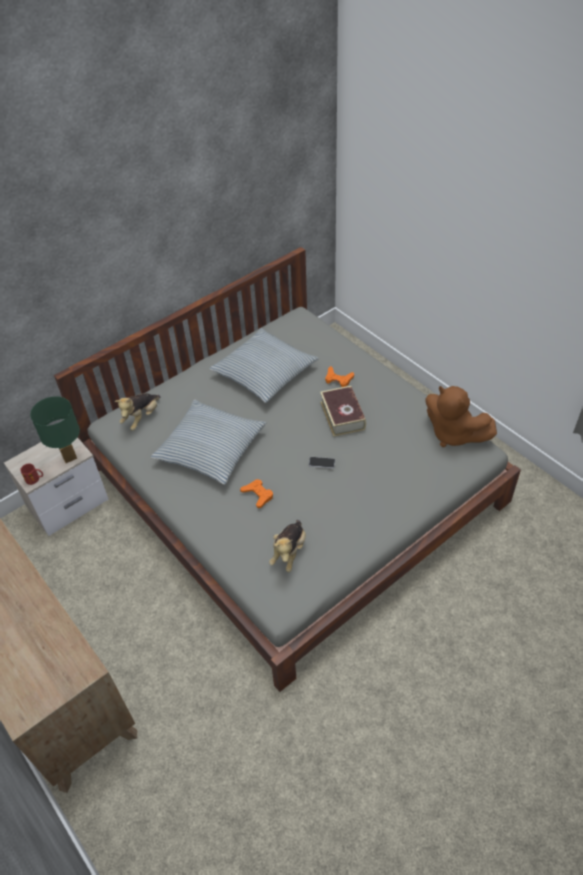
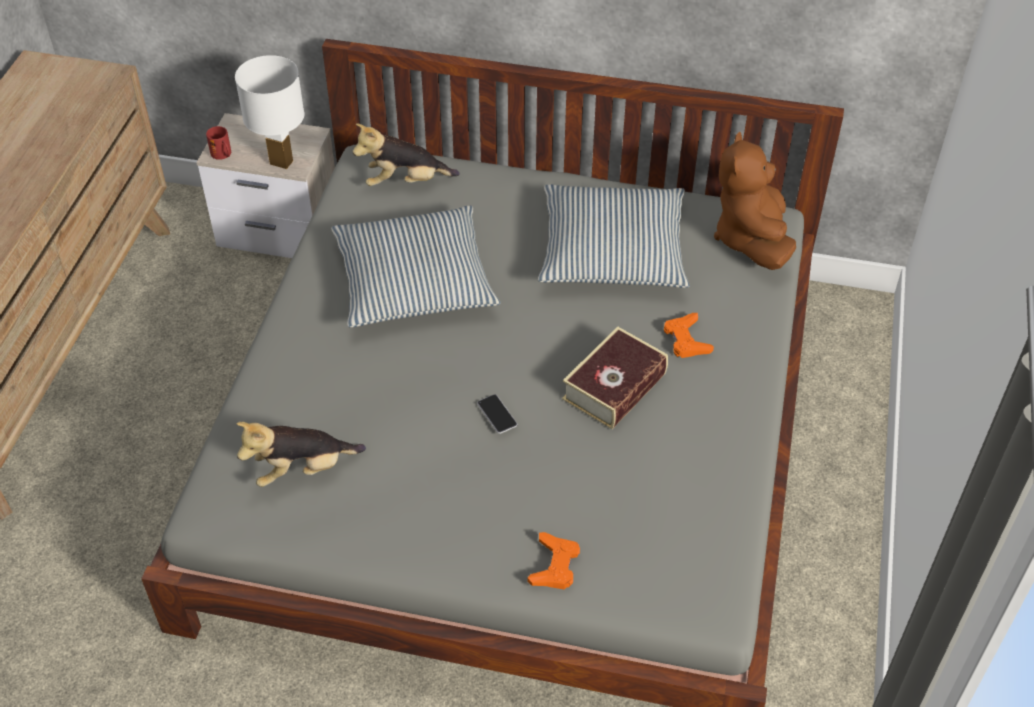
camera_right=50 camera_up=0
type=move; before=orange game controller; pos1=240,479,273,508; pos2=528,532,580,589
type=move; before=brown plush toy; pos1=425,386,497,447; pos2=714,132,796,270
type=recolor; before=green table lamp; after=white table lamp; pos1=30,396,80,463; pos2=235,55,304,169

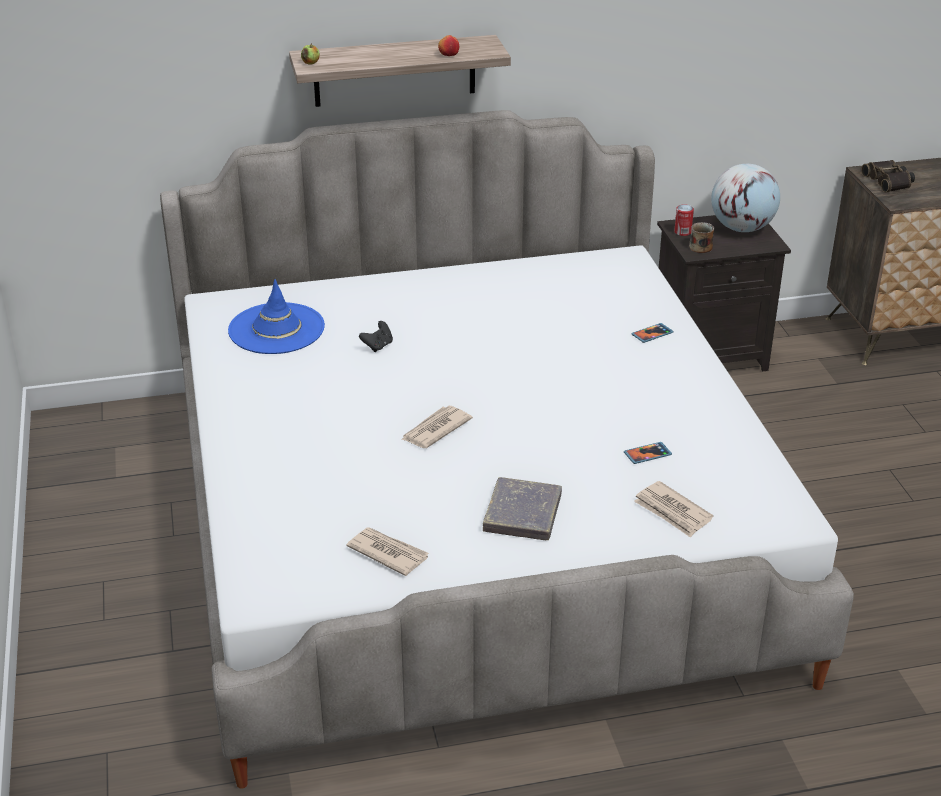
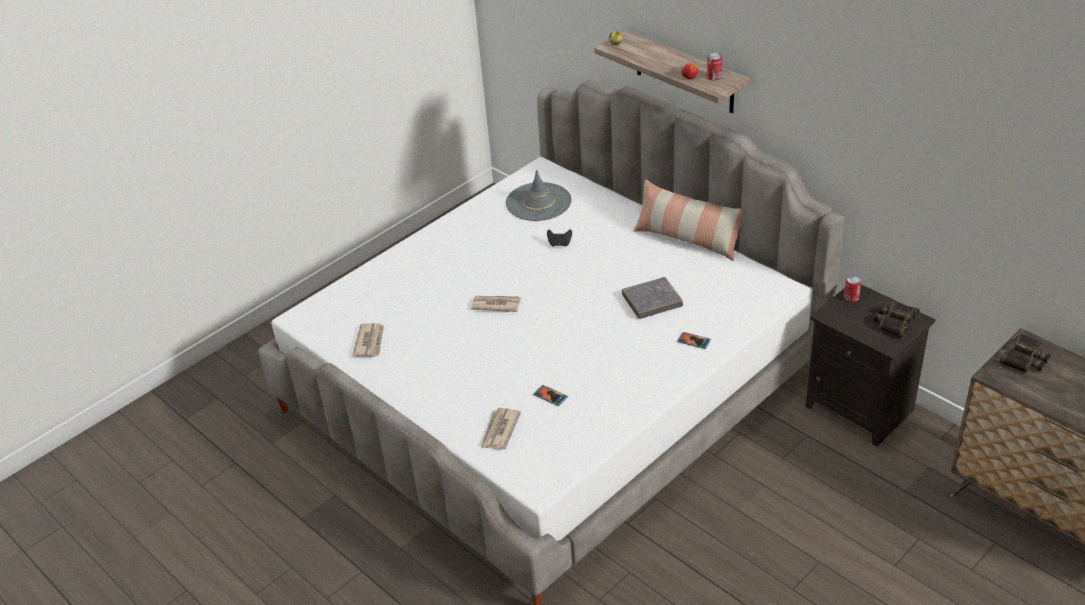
camera_right=60 camera_up=5
type=delete; before=mug; pos1=689,222,714,253
type=insert; after=pillow; pos2=633,179,743,261
type=insert; after=can; pos2=707,53,722,80
type=move; before=grey book; pos1=483,477,562,540; pos2=622,277,683,319
type=replace; before=globe; after=binoculars; pos1=711,164,780,232; pos2=874,302,920,338
type=recolor; before=blue hat; after=grey hat; pos1=228,279,325,354; pos2=506,170,571,221

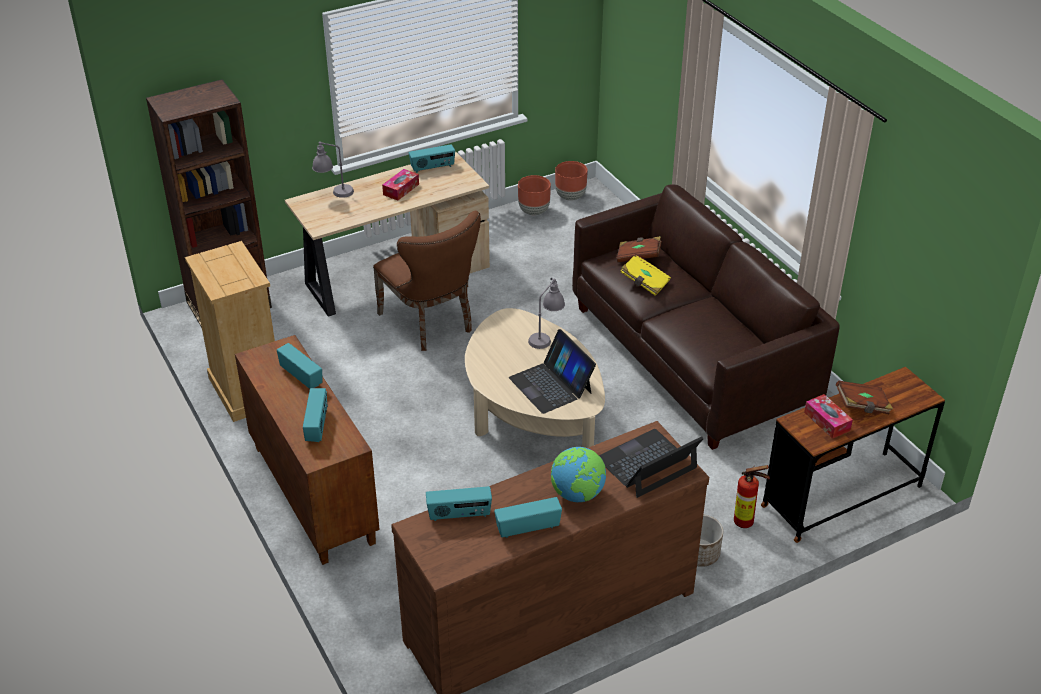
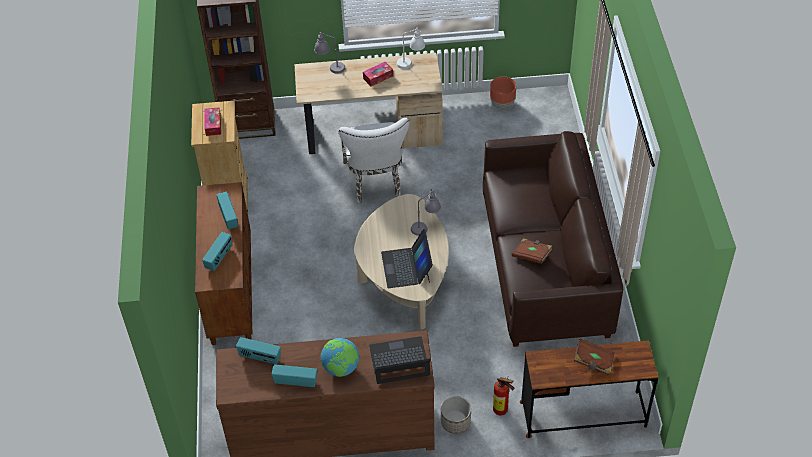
camera_right=25 camera_up=10
type=delete; before=brown planter; pos1=555,161,588,201
type=delete; before=yellow book; pos1=620,254,671,296
type=move; before=brown book; pos1=617,236,662,262; pos2=512,238,553,264
type=move; before=tissue box; pos1=804,394,853,439; pos2=204,107,221,136
type=replace; before=radio; after=white table lamp; pos1=409,144,455,173; pos2=396,27,425,69
type=recolor; before=brown chair; after=white chair; pos1=373,211,481,351; pos2=339,118,409,203

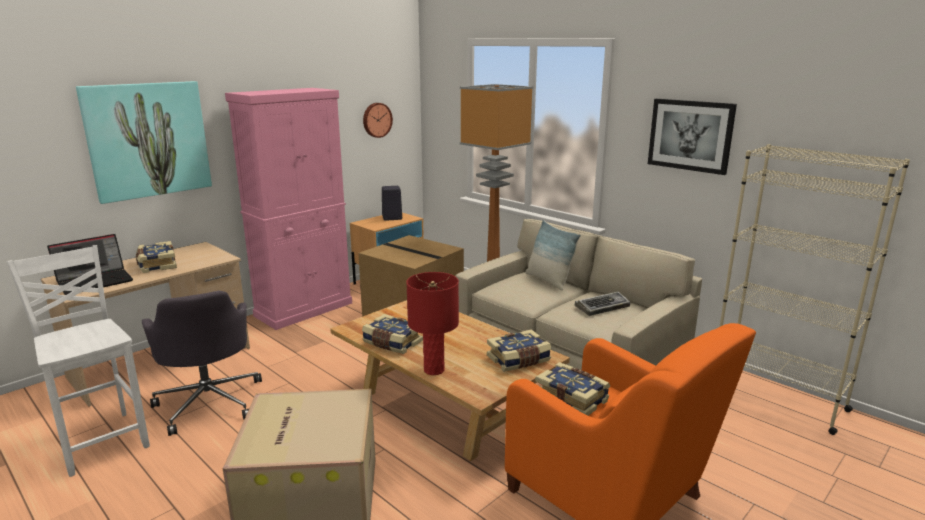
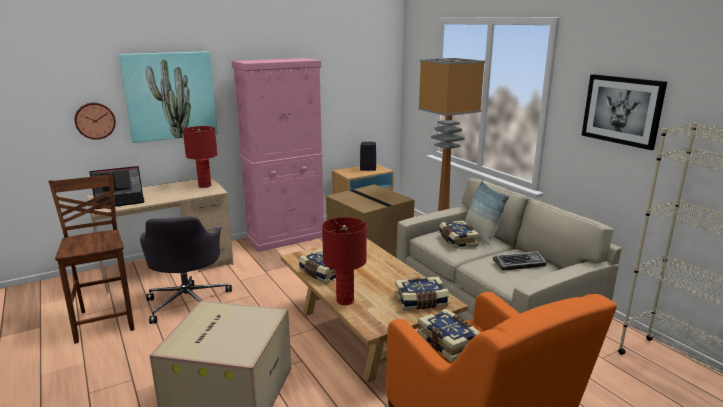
camera_right=15 camera_up=0
type=insert; after=red table lamp; pos2=183,126,217,188
type=move; before=book; pos1=136,241,177,273; pos2=439,220,480,249
type=move; before=wall clock; pos1=363,103,393,138; pos2=74,103,116,140
type=recolor; before=white chair; after=brown chair; pos1=6,245,150,477; pos2=49,174,134,344

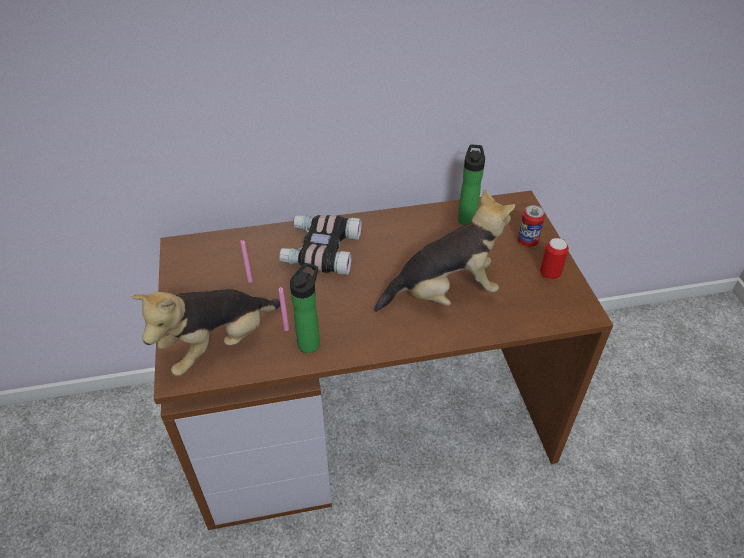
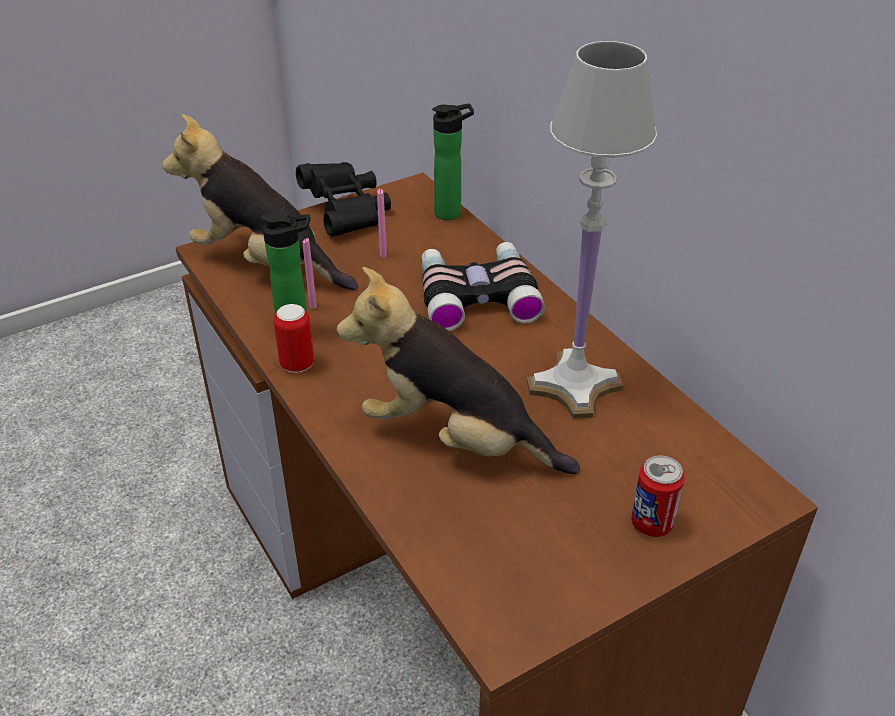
camera_right=70 camera_up=-5
type=insert; after=black binoculars; pos2=296,162,391,236
type=insert; after=white table lamp; pos2=527,41,657,419
type=move; before=bottle; pos1=458,145,485,225; pos2=433,103,474,220
type=move; before=can; pos1=540,238,569,280; pos2=274,304,314,373
type=rotate; before=plush toy; pos1=374,189,515,312; pos2=337,267,580,474; turn=150

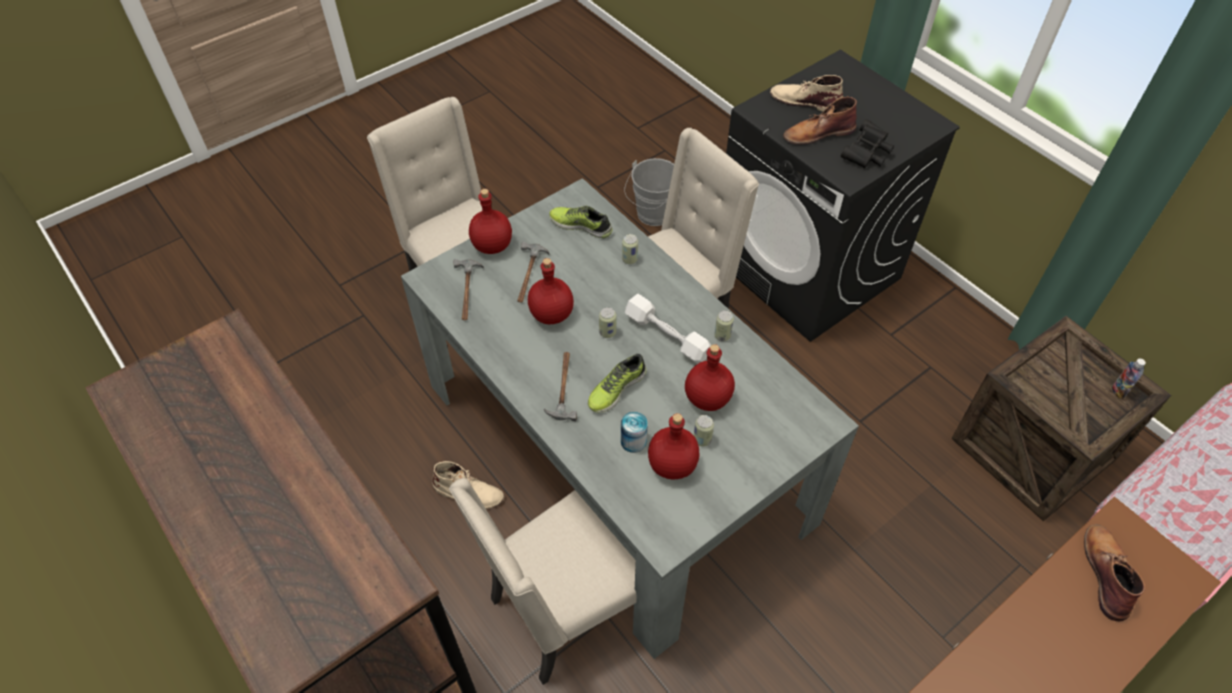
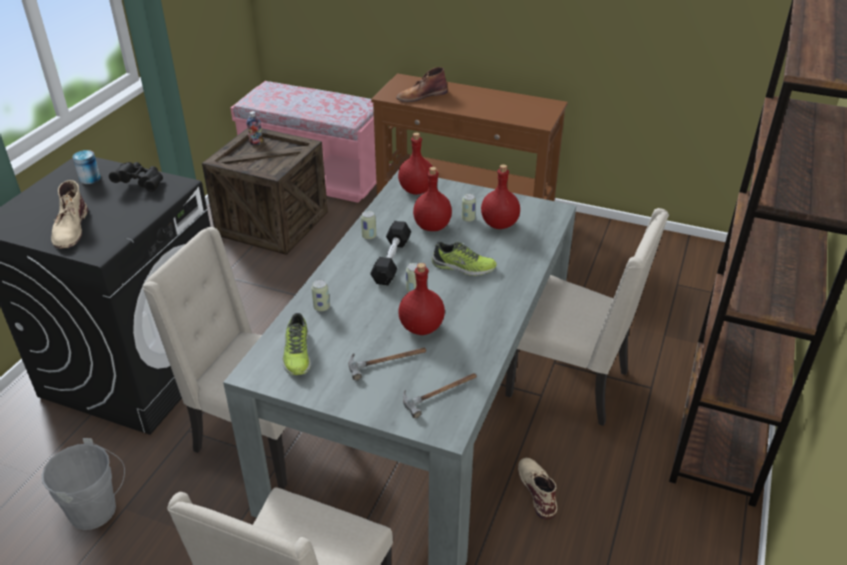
camera_right=-120 camera_up=-15
type=delete; before=hammer; pos1=544,352,577,421
type=delete; before=brown boot; pos1=783,97,857,145
type=move; before=red bottle; pos1=469,189,512,254; pos2=398,133,433,195
type=move; before=can; pos1=621,412,648,453; pos2=73,150,101,184
type=recolor; before=white dumbbell; after=black dumbbell; pos1=625,294,711,364; pos2=370,221,411,285

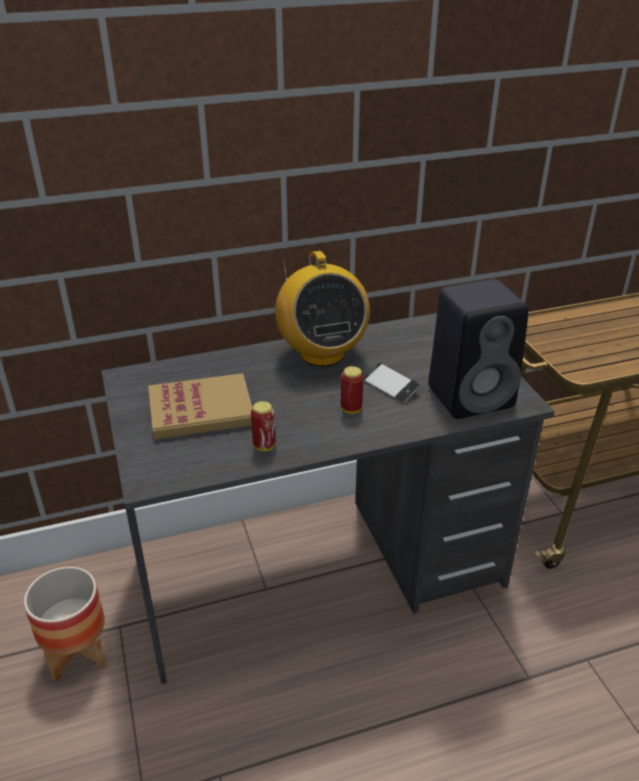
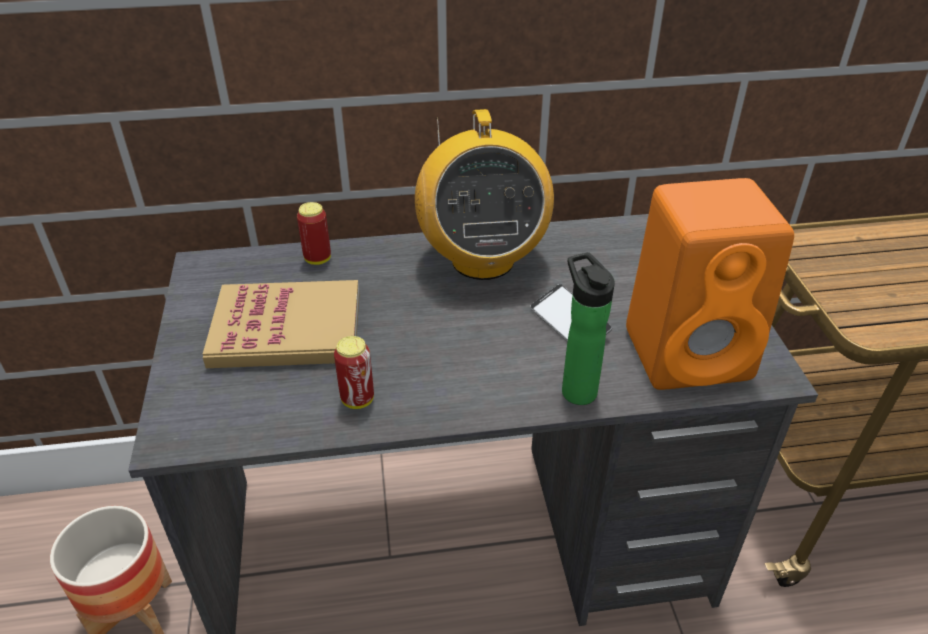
camera_right=10 camera_up=5
type=insert; after=bottle; pos2=562,252,615,405
type=move; before=can; pos1=341,366,363,414; pos2=297,202,331,265
type=recolor; before=black speaker; after=orange speaker; pos1=428,279,529,419; pos2=626,178,794,390

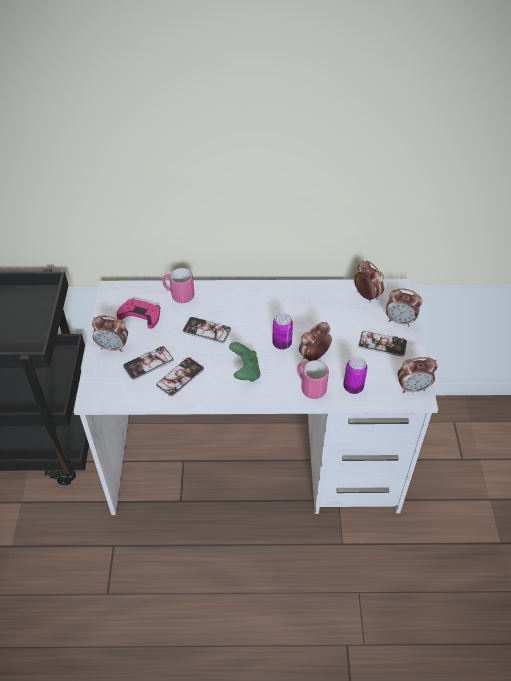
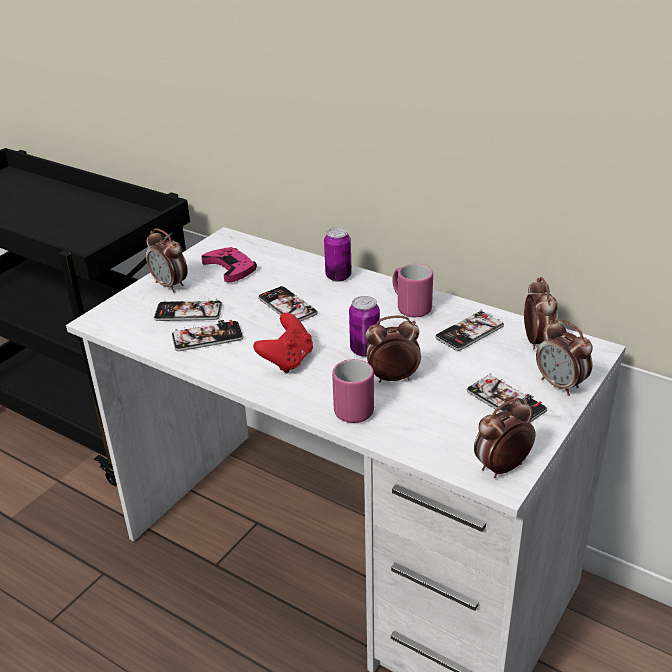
camera_right=35 camera_up=-15
type=insert; after=phone; pos2=435,310,504,351
type=move; before=pink mug; pos1=163,268,194,303; pos2=392,264,433,317
type=move; before=can; pos1=343,356,367,394; pos2=324,228,352,282
type=recolor; before=green game controller; after=red game controller; pos1=229,342,261,382; pos2=253,313,313,373
type=rotate; before=alarm clock; pos1=398,357,438,393; pos2=474,398,535,478; turn=120

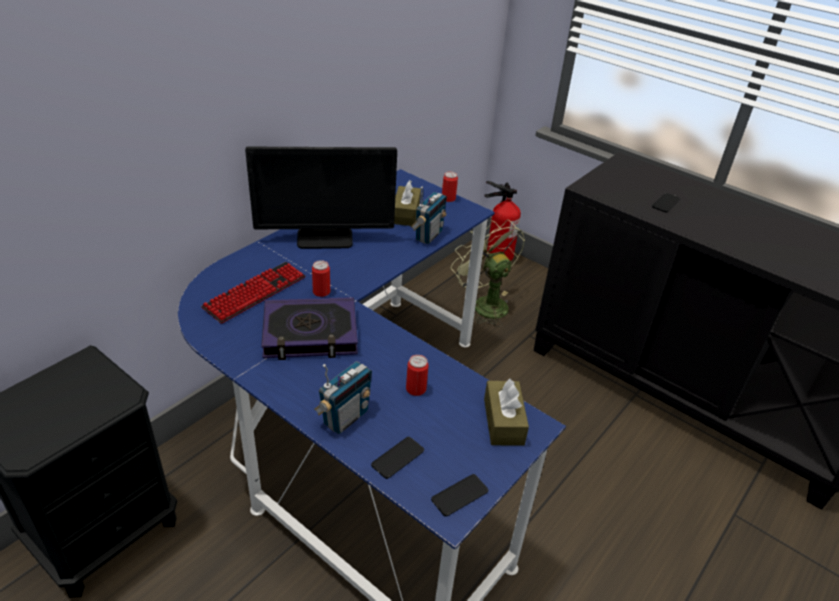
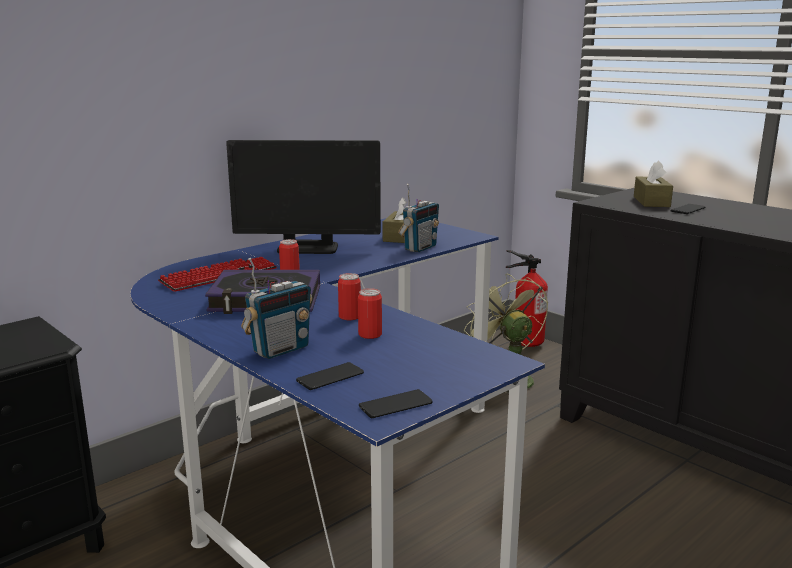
camera_right=10 camera_up=-20
type=move; before=can; pos1=442,172,458,202; pos2=338,273,361,320
type=move; before=brown tissue box; pos1=484,379,529,446; pos2=634,161,673,207

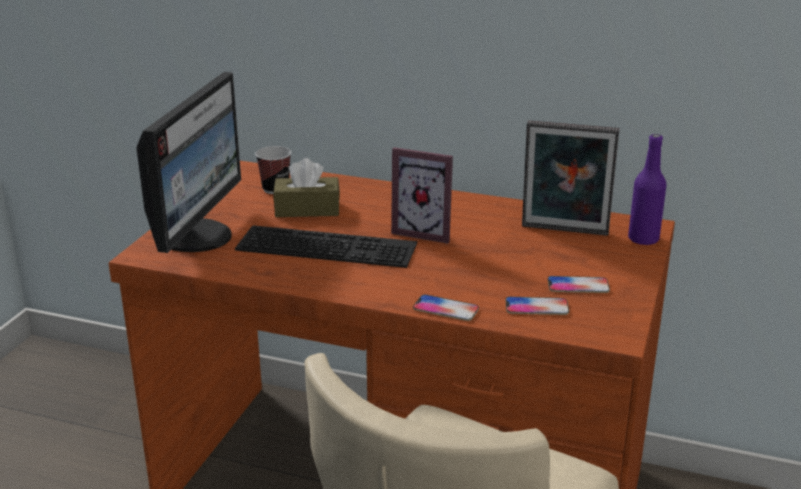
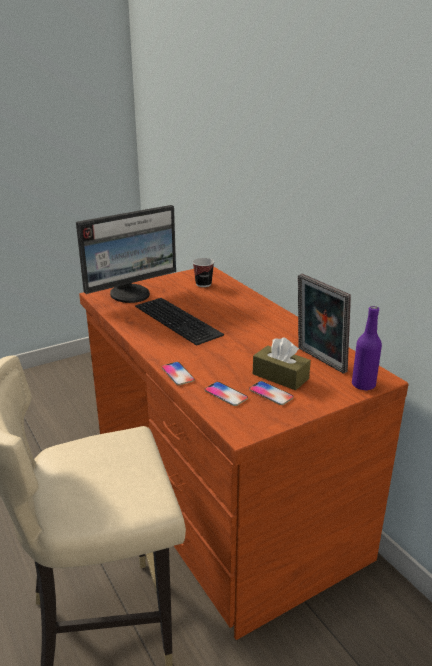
camera_right=40 camera_up=0
type=delete; before=picture frame; pos1=391,148,453,244
type=move; before=brown tissue box; pos1=273,158,340,217; pos2=253,337,311,390

